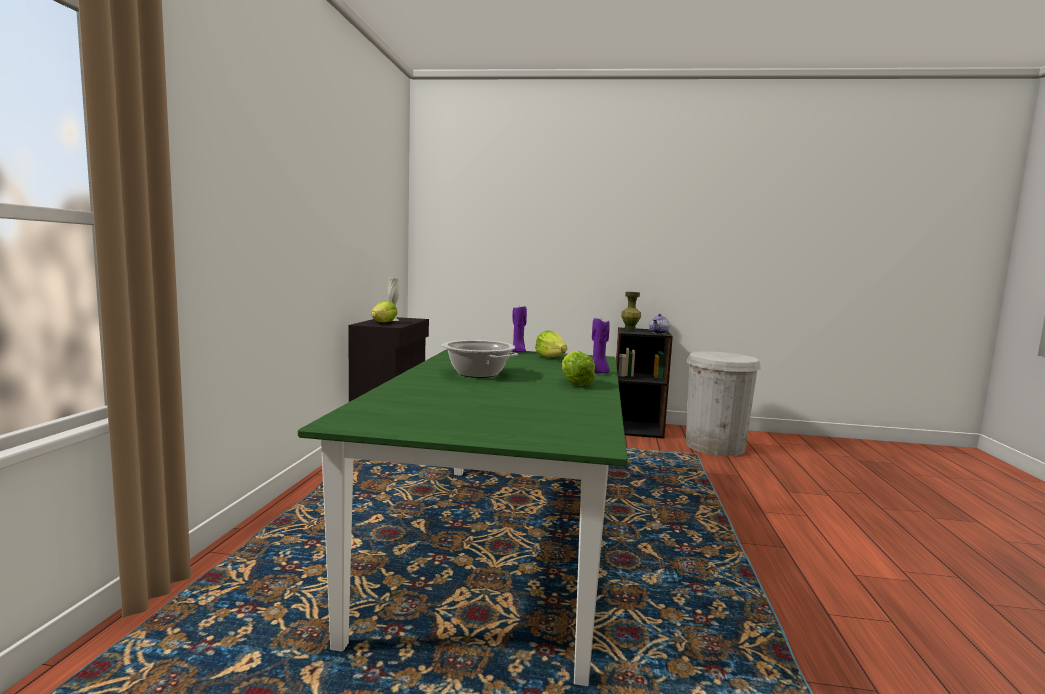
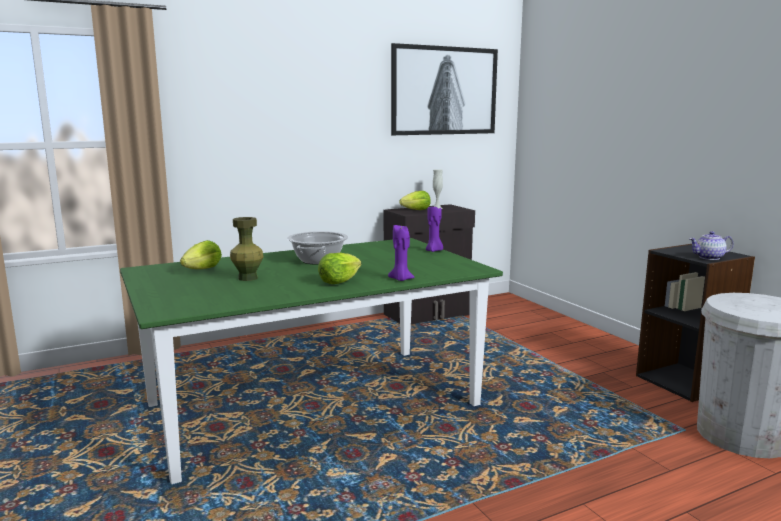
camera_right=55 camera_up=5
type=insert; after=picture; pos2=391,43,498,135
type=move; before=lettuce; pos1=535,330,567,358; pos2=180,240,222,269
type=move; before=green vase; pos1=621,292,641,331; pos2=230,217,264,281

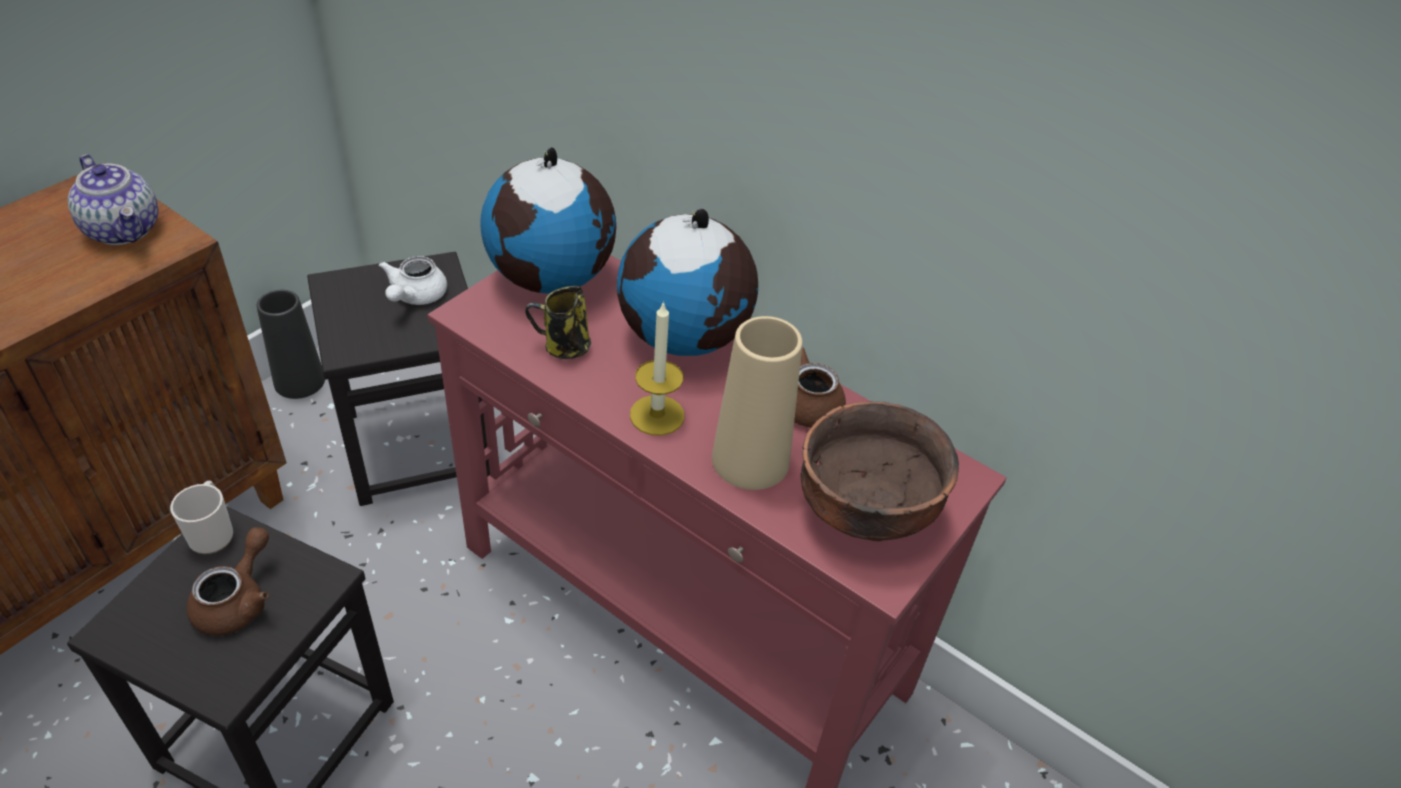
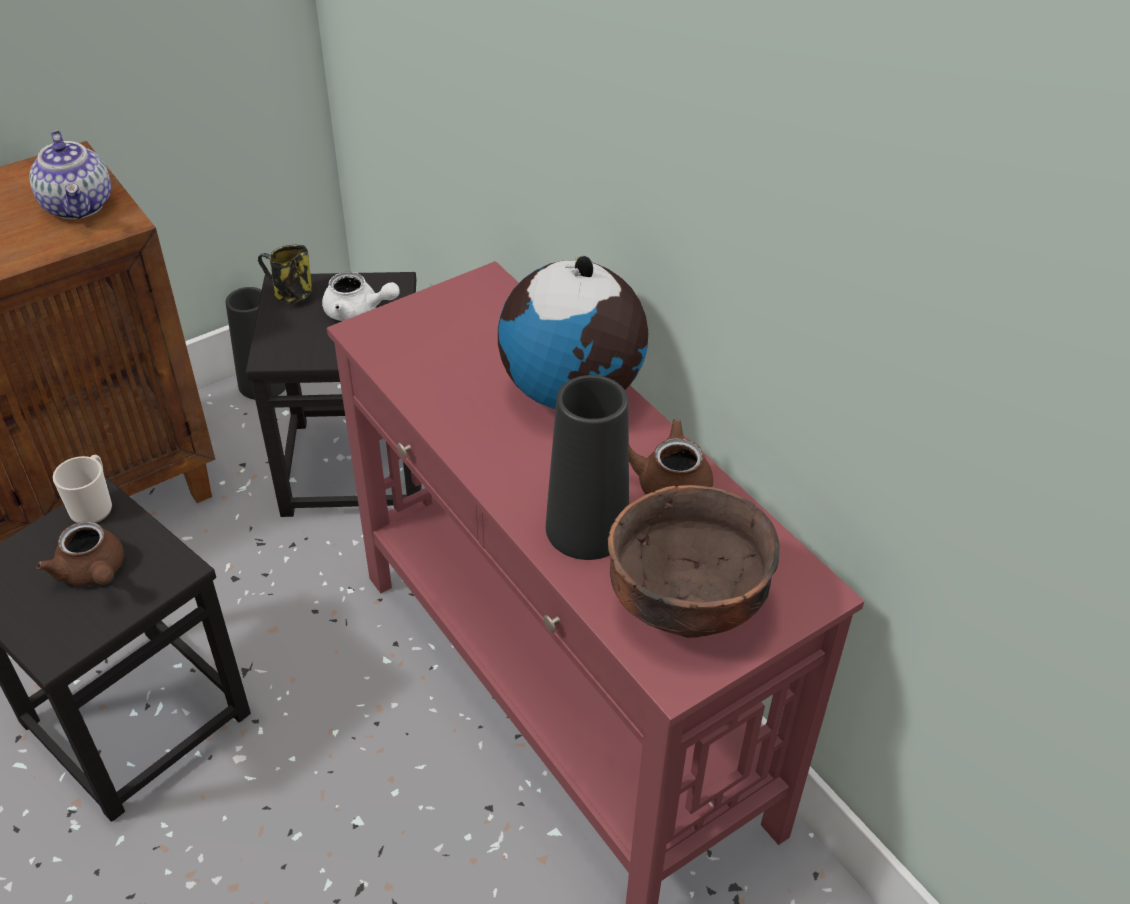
camera_right=20 camera_up=0
type=delete; before=globe; pos1=480,147,616,294
type=delete; before=candle; pos1=630,301,684,436
type=move; before=mug; pos1=525,286,591,359; pos2=258,245,313,304
type=recolor; before=beige vase; after=black vase; pos1=712,316,802,490; pos2=546,375,629,560
type=rotate; before=brown teapot; pos1=186,527,269,636; pos2=36,522,124,586; turn=105
type=rotate; before=white teapot; pos1=379,256,447,305; pos2=322,272,400,321; turn=-105

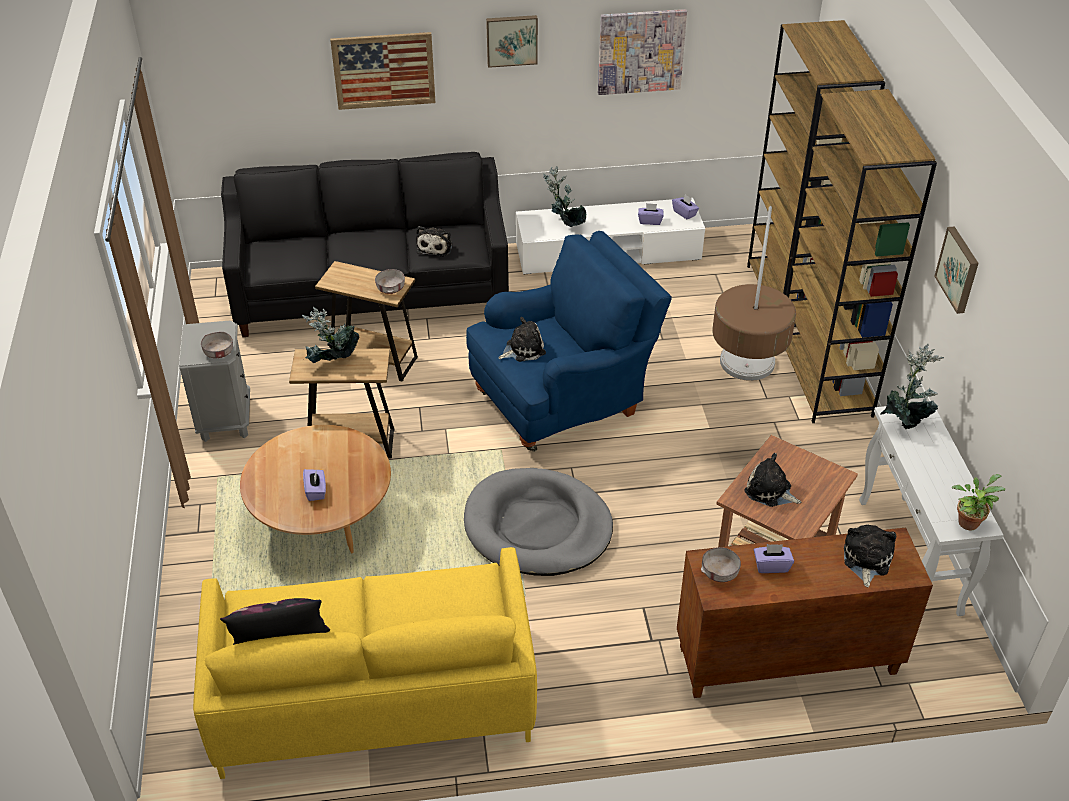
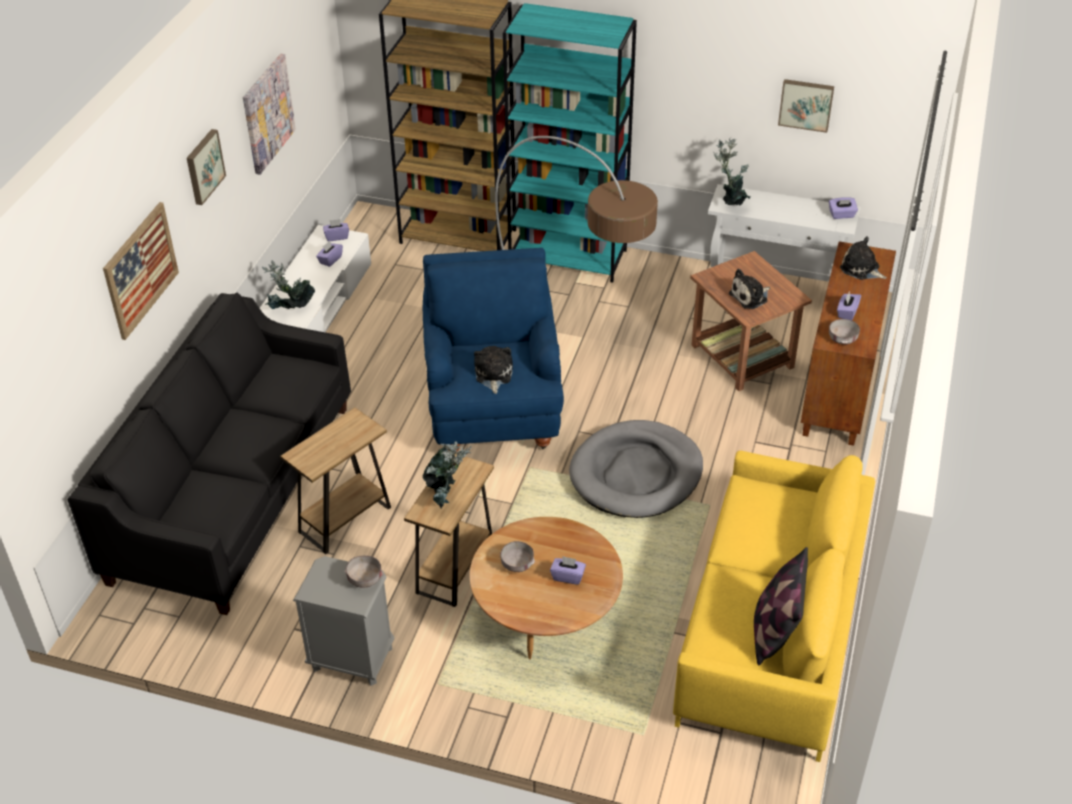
camera_right=-65 camera_up=0
type=delete; before=plush toy; pos1=416,226,452,257
type=move; before=grey bowl; pos1=375,269,405,294; pos2=500,541,535,572
type=move; before=picture; pos1=934,226,979,314; pos2=778,79,834,133
type=replace; before=potted plant; after=purple tissue box; pos1=952,474,1005,530; pos2=829,197,858,219
type=recolor; before=brown bookcase; after=turquoise bookcase; pos1=786,89,937,423; pos2=503,3,637,283

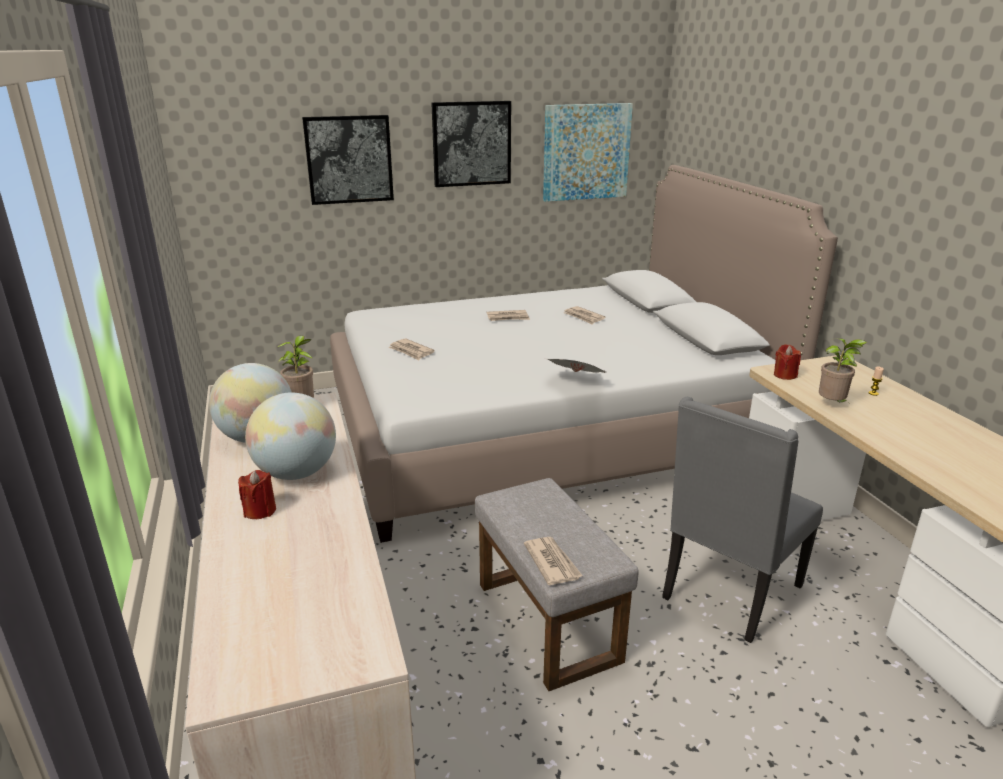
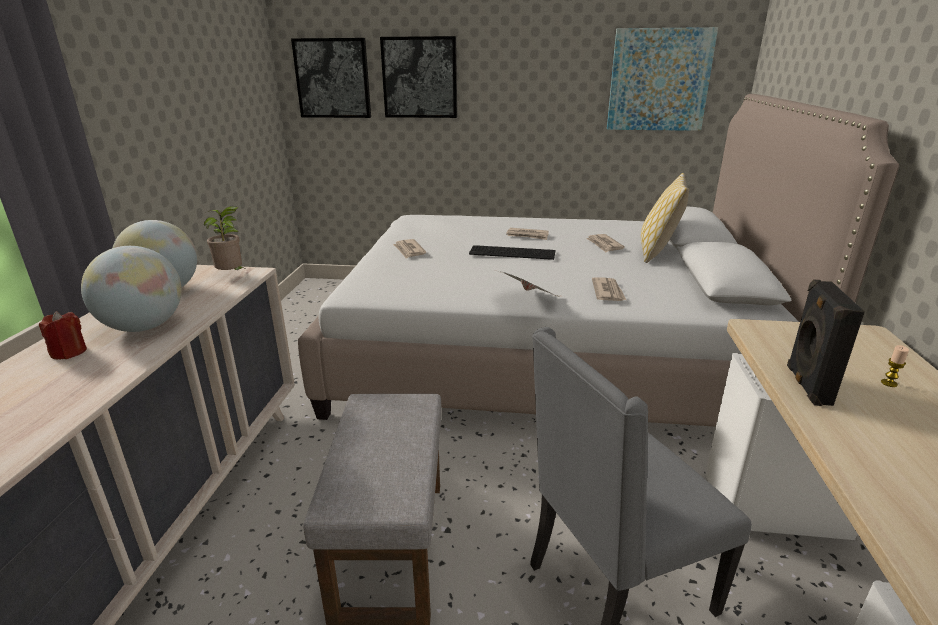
camera_right=25 camera_up=0
type=delete; before=red candle; pos1=774,344,801,380
type=insert; after=keyboard; pos2=469,245,556,260
type=insert; after=pillow; pos2=641,173,689,263
type=move; before=picture; pos1=431,101,511,187; pos2=291,38,371,118
type=move; before=newspaper; pos1=524,537,582,586; pos2=592,277,626,301
type=replace; before=potted plant; after=black speaker; pos1=819,338,867,402; pos2=787,279,865,406

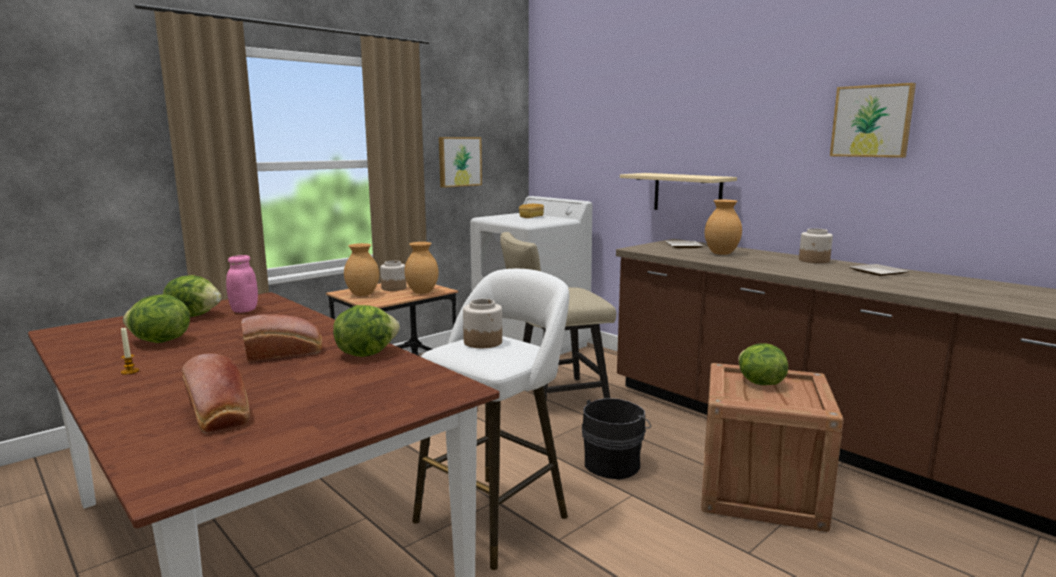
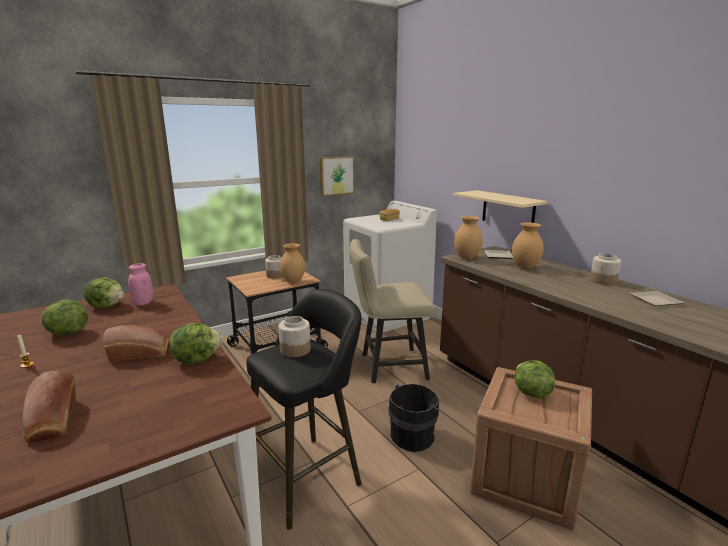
camera_right=10 camera_up=5
type=delete; before=picture; pos1=830,83,916,158
type=move; before=brown vase; pos1=344,243,379,296; pos2=454,216,483,259
type=recolor; before=white stool; after=black stool; pos1=412,269,569,570; pos2=246,289,362,530

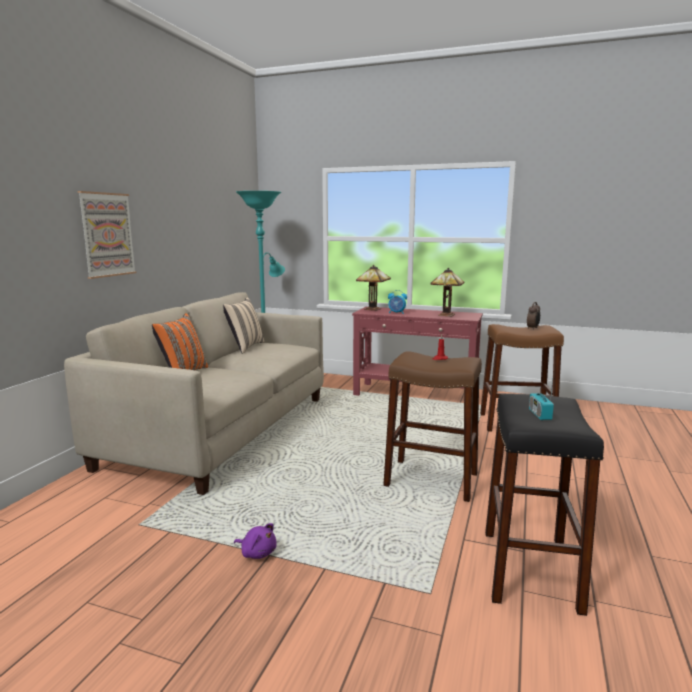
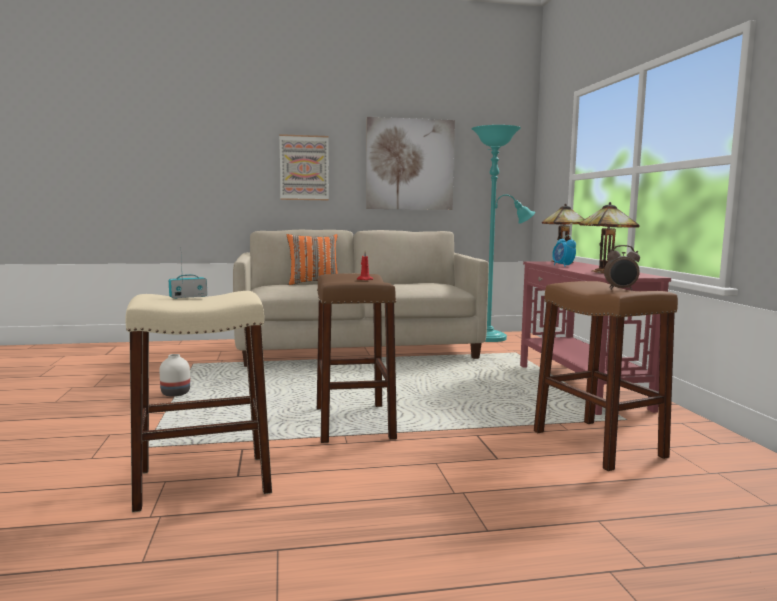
camera_right=60 camera_up=-5
type=delete; before=beige pillow; pos1=223,297,264,354
type=insert; after=picture; pos2=366,117,455,210
type=replace; before=purple plush toy; after=white vase; pos1=234,523,276,559; pos2=159,354,190,397
type=recolor; before=black stool; after=beige stool; pos1=485,394,604,616; pos2=126,291,272,512

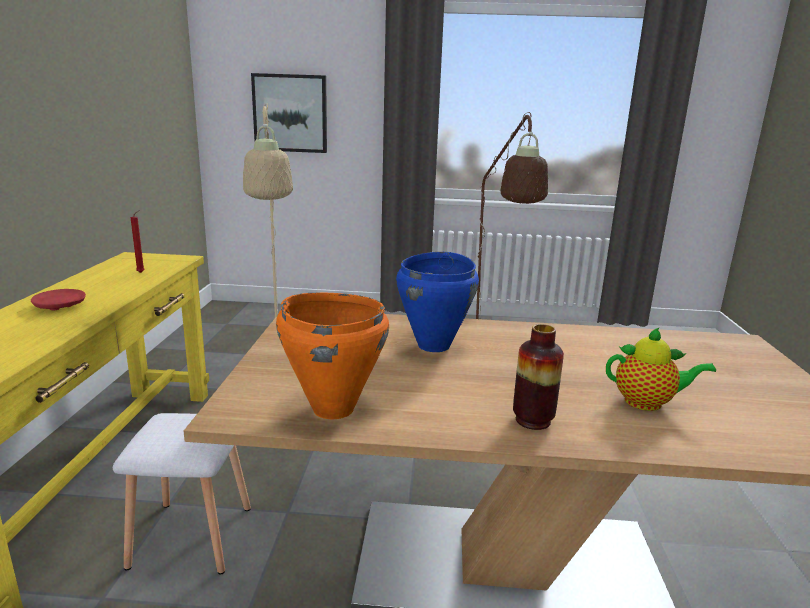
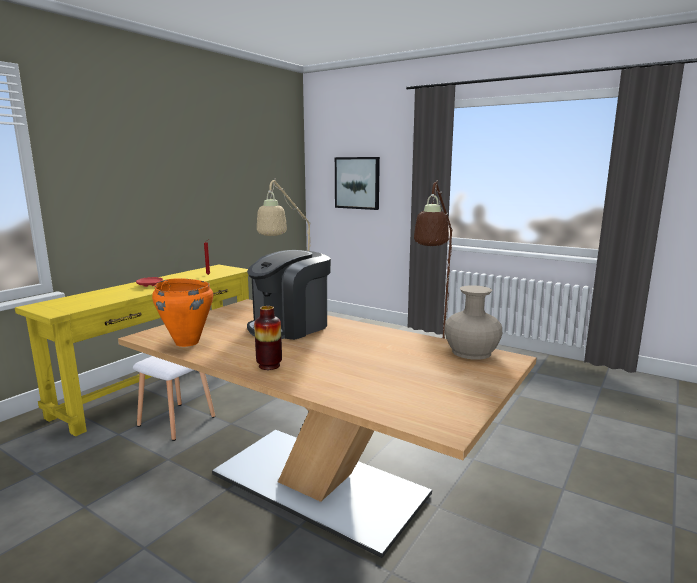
camera_right=30 camera_up=-5
type=delete; before=teapot; pos1=606,327,716,411
type=insert; after=beige vase; pos2=444,285,502,360
type=replace; before=blue cooking pot; after=coffee machine; pos1=396,252,479,352; pos2=247,250,331,340

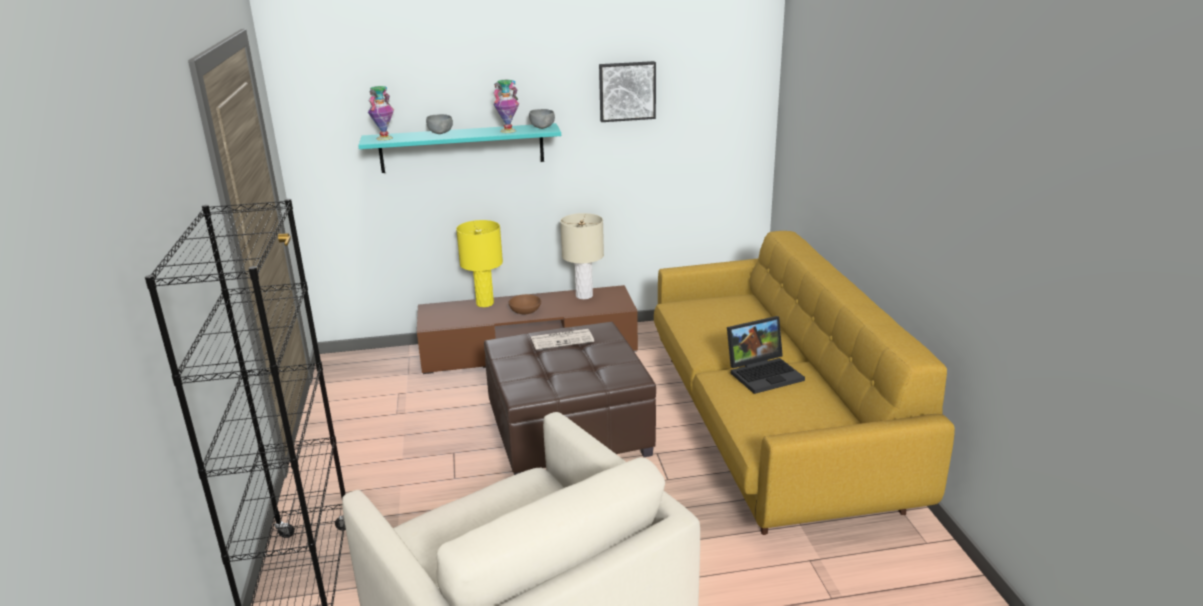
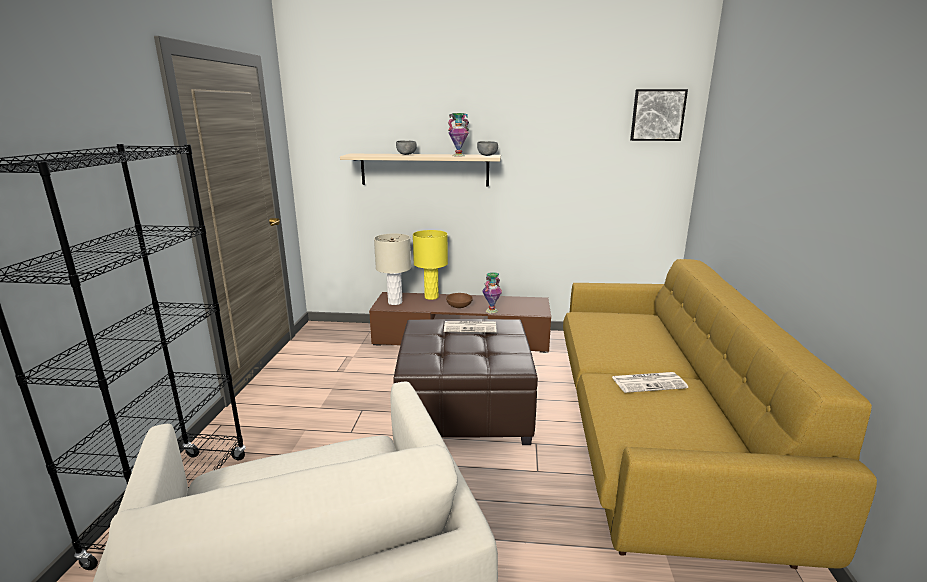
camera_right=15 camera_up=-5
type=move; before=vase; pos1=368,86,394,141; pos2=482,272,502,314
type=move; before=beige table lamp; pos1=560,213,604,299; pos2=374,233,411,305
type=move; before=picture; pos1=599,61,656,122; pos2=630,89,688,141
type=replace; before=laptop; after=newspaper; pos1=727,316,805,394; pos2=612,372,688,393
type=recolor; before=turquoise shelf; after=beige shelf; pos1=358,123,561,173; pos2=340,154,501,186

